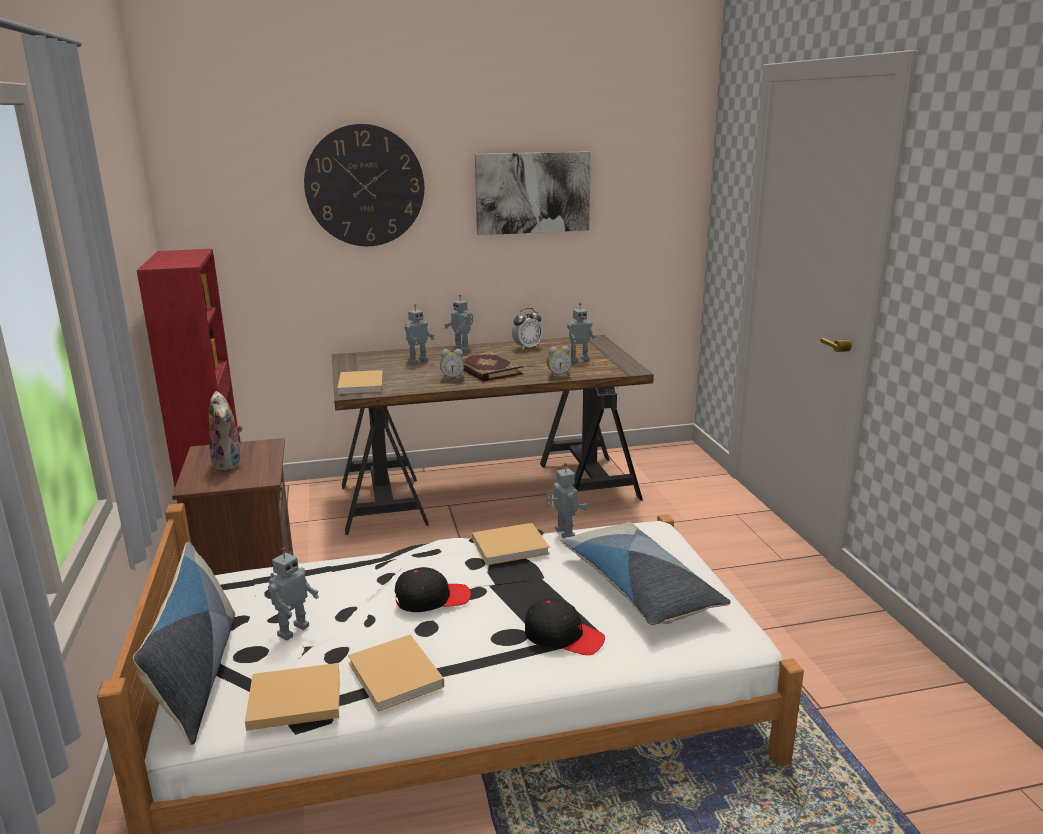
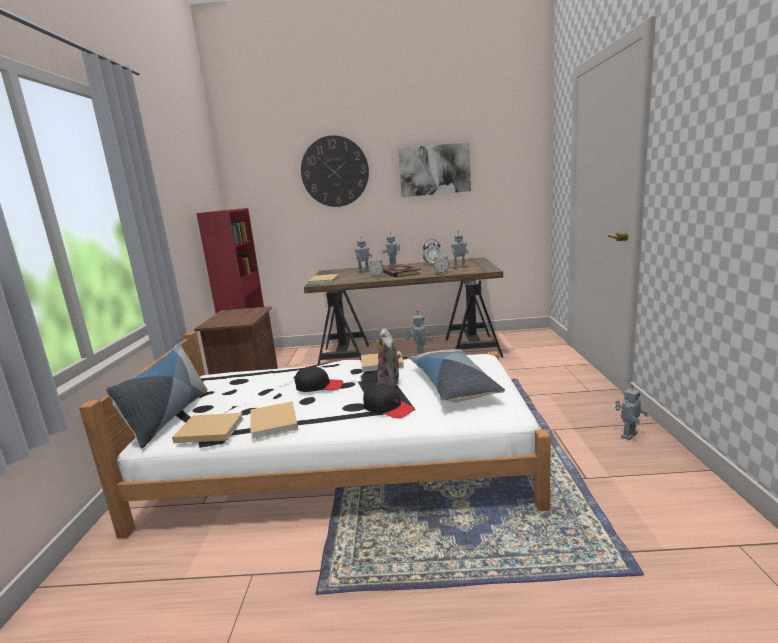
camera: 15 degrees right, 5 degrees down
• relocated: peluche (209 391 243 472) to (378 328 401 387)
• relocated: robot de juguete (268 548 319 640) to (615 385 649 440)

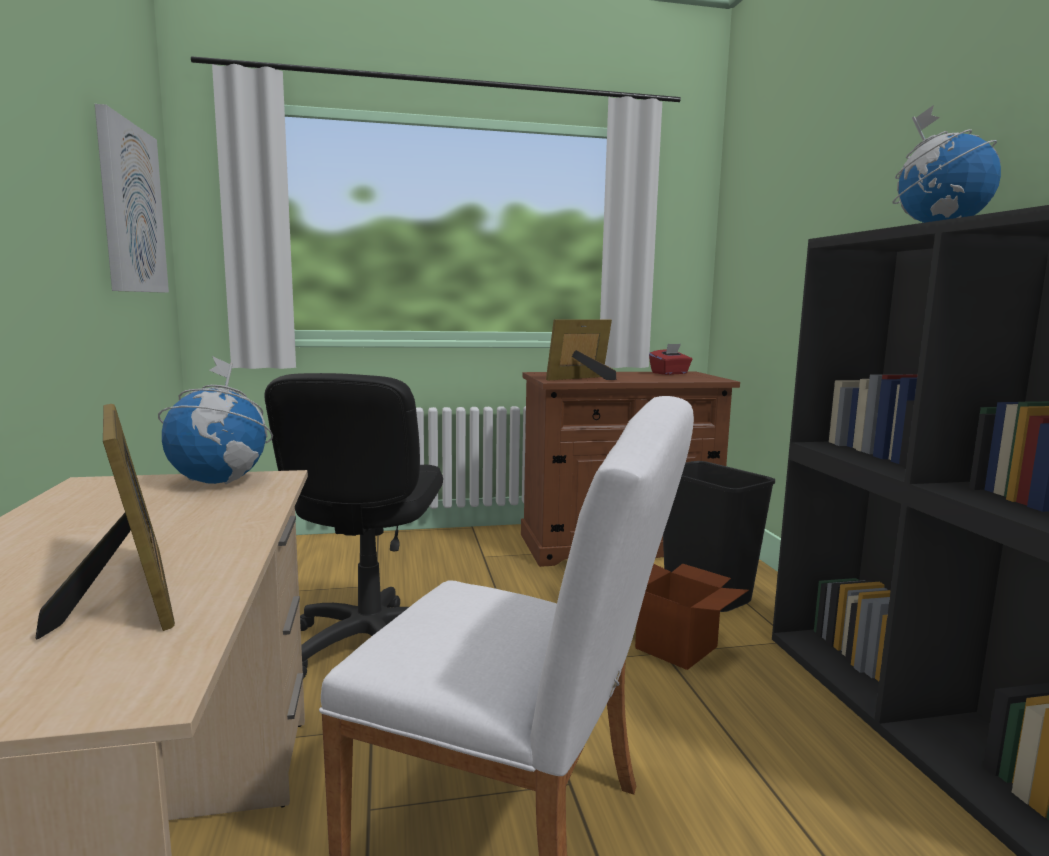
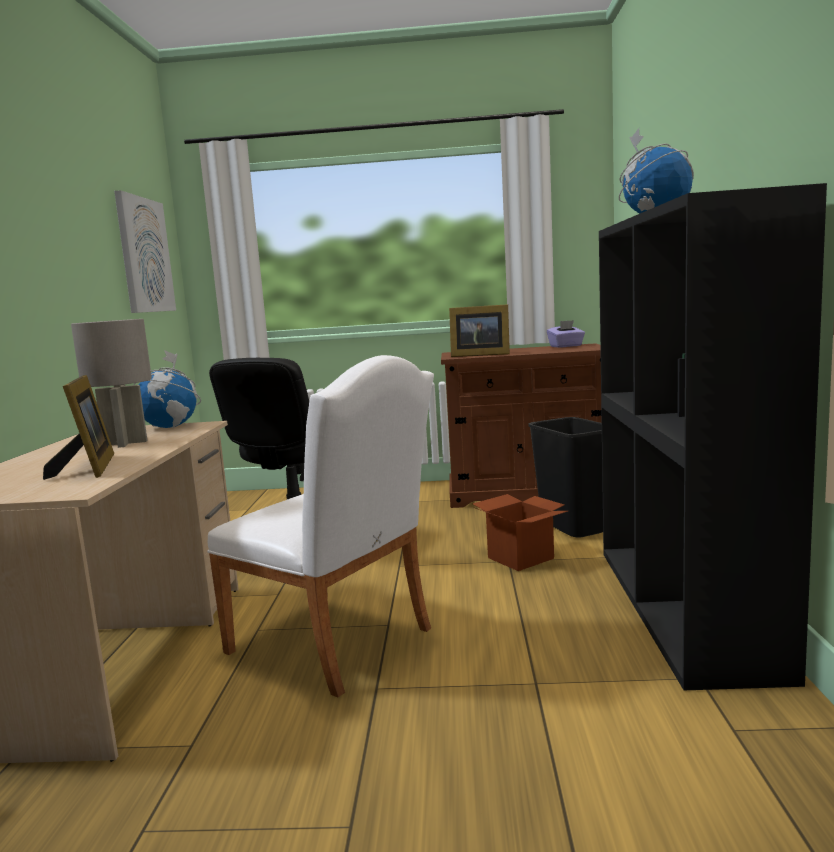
camera: 15 degrees right, 0 degrees up
• appeared: lámpara de mesa [gris] (71 319 152 448)
• colour: caja de pañuelos [rojo] (649 344 692 375) to caja de pañuelos [morado] (547 320 585 348)
• spun: portarretratos (546 319 616 381) = (449 304 510 357) 150 degrees counterclockwise

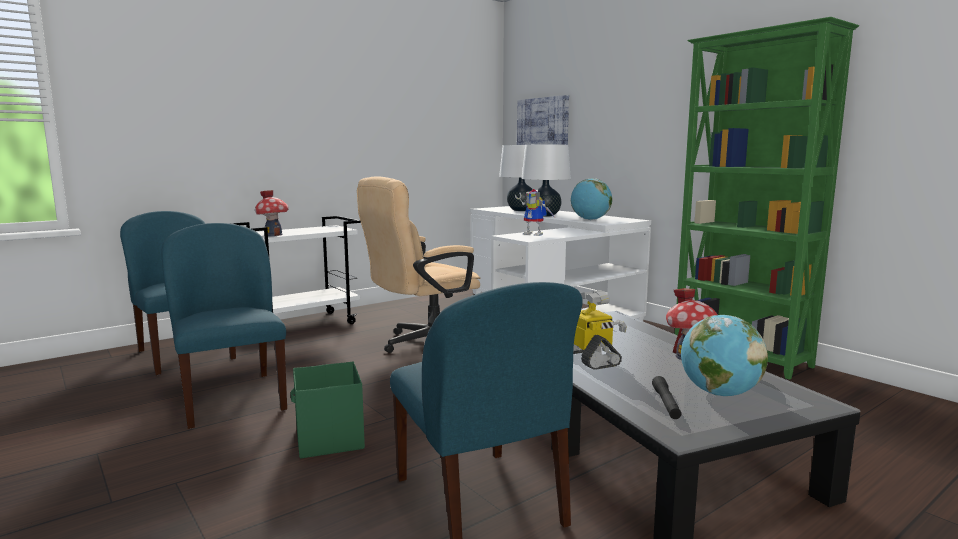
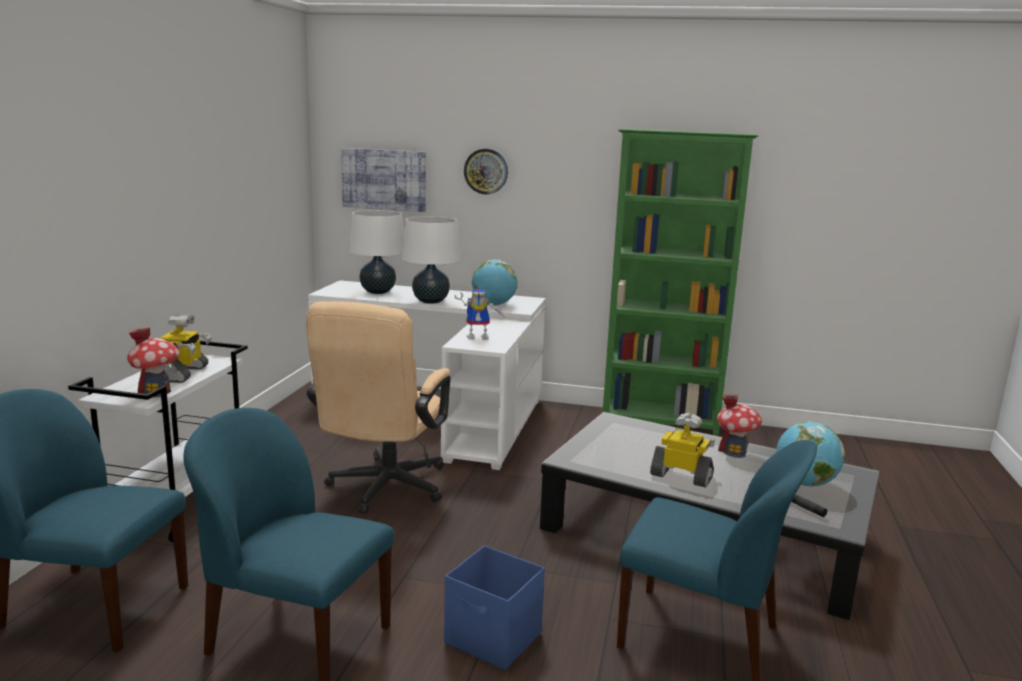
camera: 40 degrees left, 5 degrees up
• appeared: robot de juguete (160 314 211 383)
• appeared: reloj de pared (464 149 508 195)
• colour: caja de almacenaje [verde] (291 362 365 458) to caja de almacenaje [azul] (444 546 545 670)

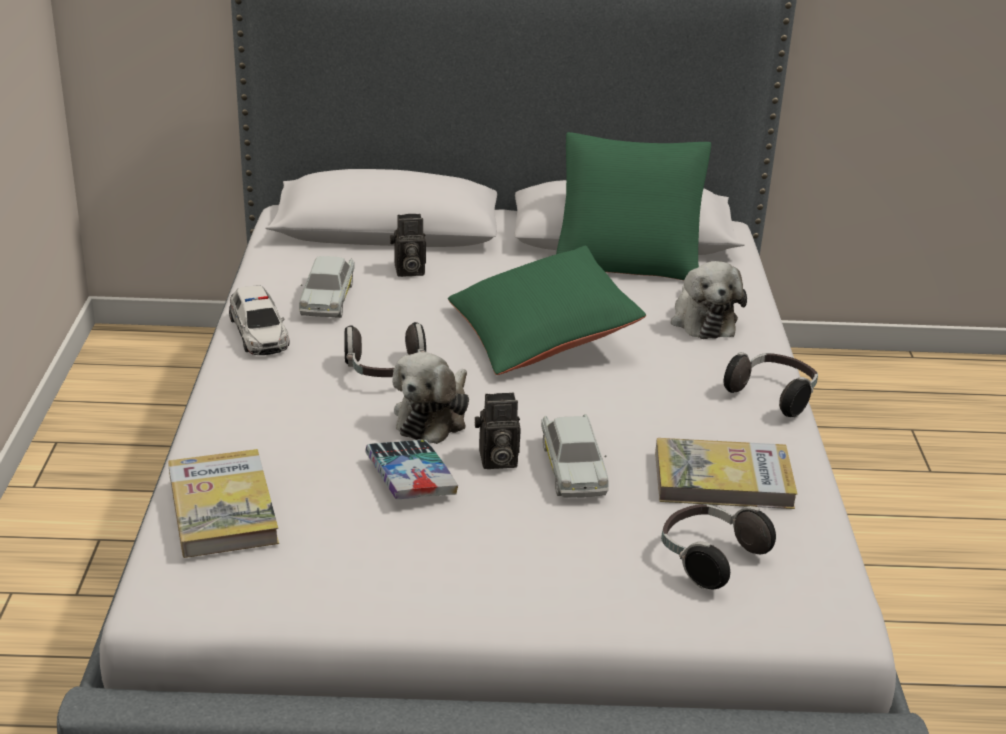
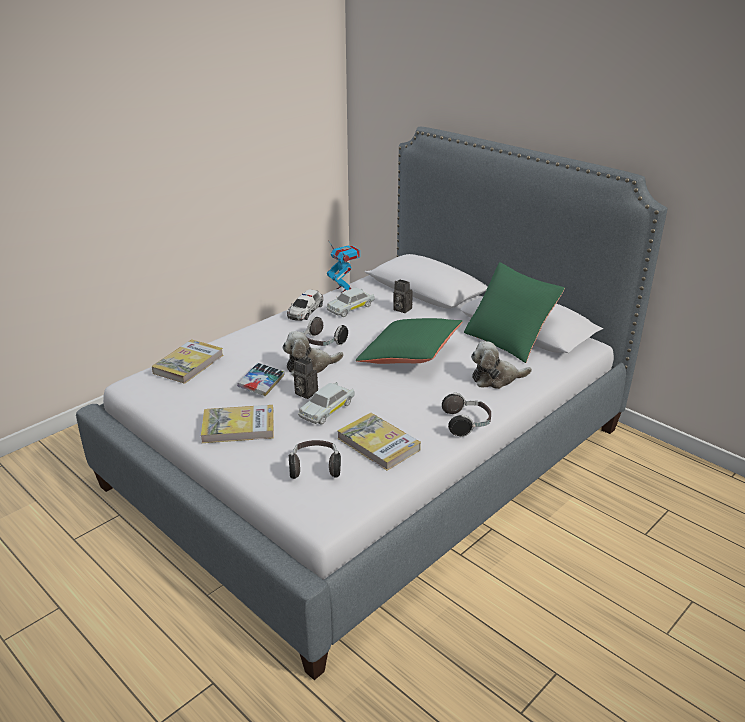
camera: 45 degrees right, 0 degrees up
• appeared: libro (201 405 274 443)
• appeared: robot de juguete (327 242 360 293)
• spun: peluche (671 261 747 339) = (471 341 532 389) 45 degrees clockwise

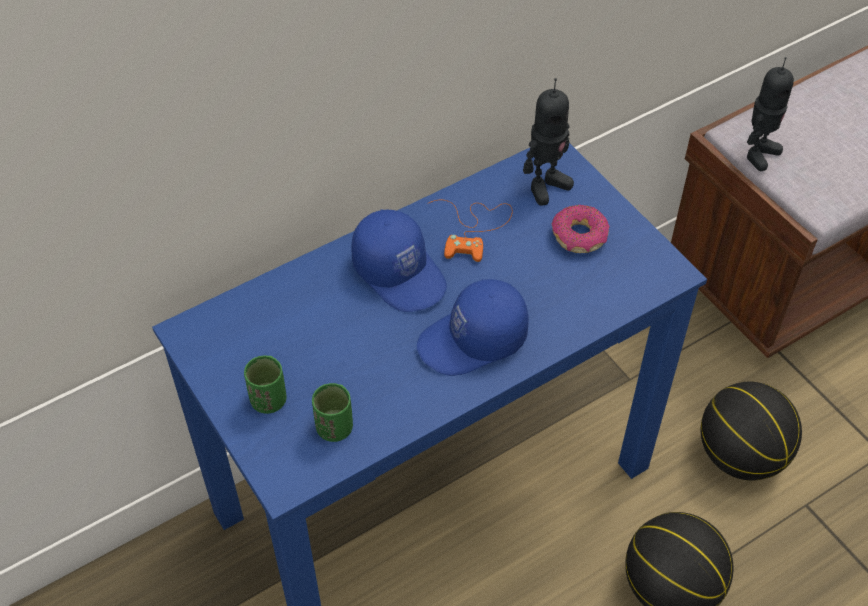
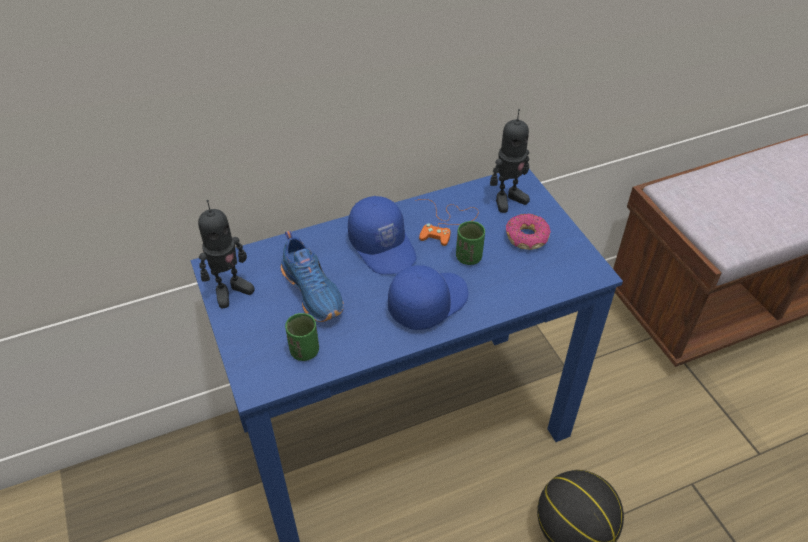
camera: 10 degrees right, 5 degrees down
• missing: balón de baloncesto (701 381 802 481)
• appeared: zapato [azul] (281 231 344 322)
• relocated: taza [verde] (244 355 287 414) to (456 221 485 265)
• relocated: robot de juguete (747 57 794 171) to (198 200 255 308)
• spun: gorra [azul] (417 279 528 376) = (388 265 469 330) 150 degrees clockwise

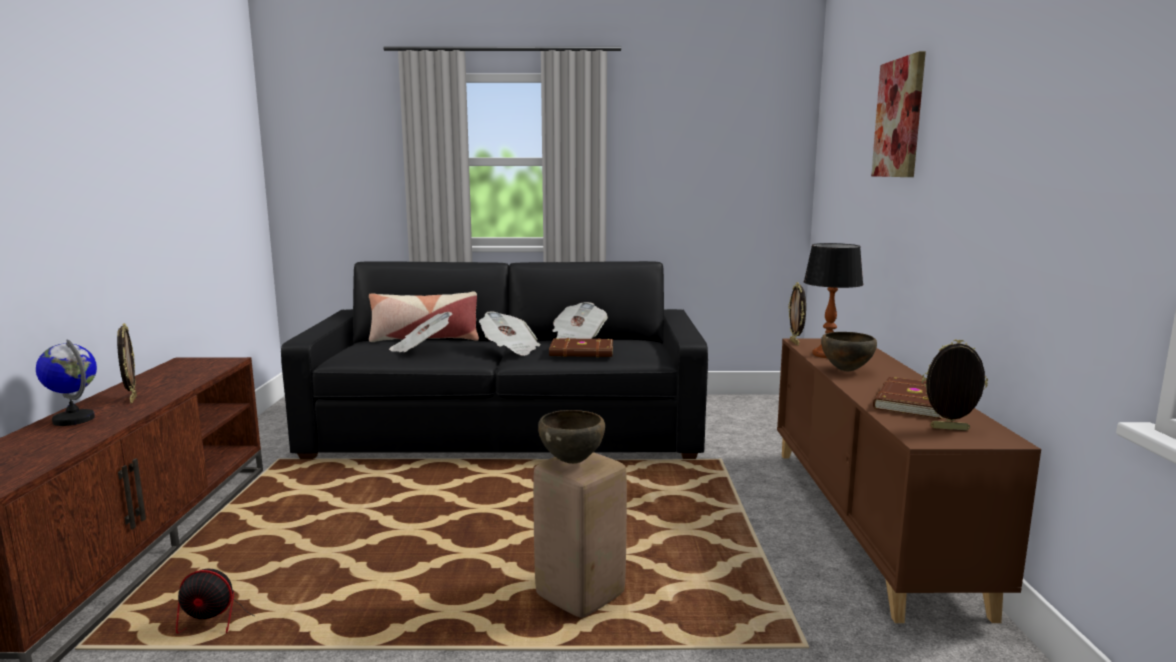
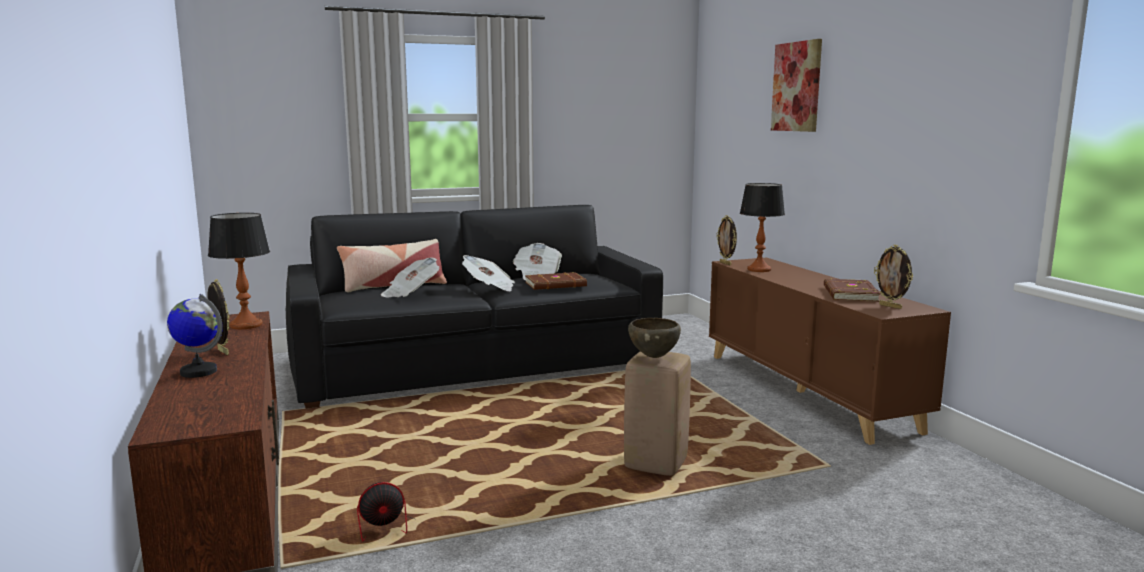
camera: 20 degrees left, 0 degrees up
• missing: cuenco [marrón] (821 332 877 371)
• appeared: lámpara de mesa (208 213 270 329)
• spun: portarretratos (922 340 988 431) = (874 245 913 309) 120 degrees counterclockwise

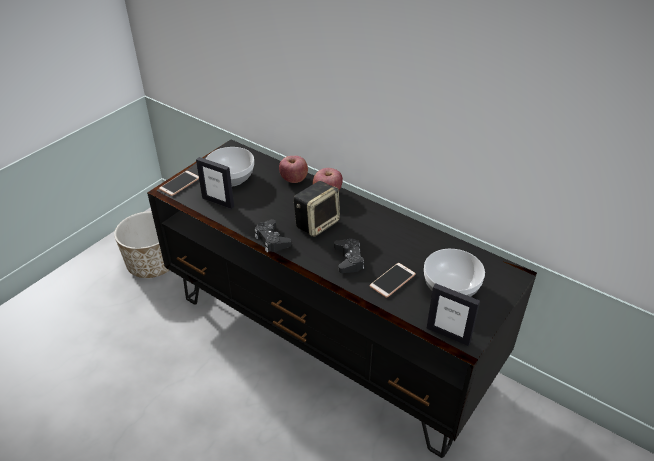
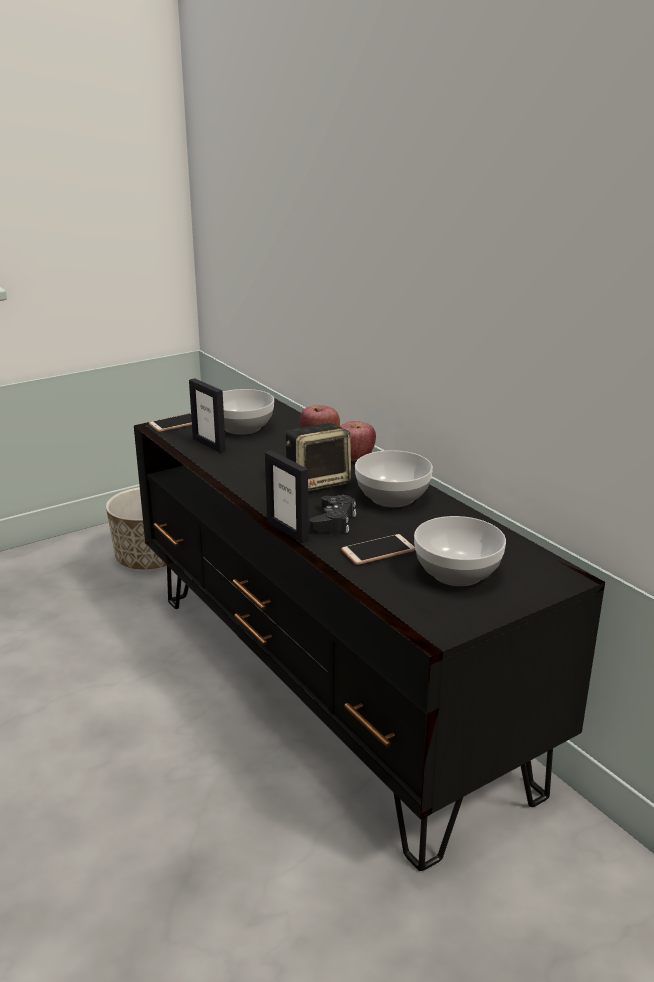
camera: 20 degrees right, 15 degrees down
• missing: mando de consola [negro] (255 219 291 252)
• appeared: cuenco (355 450 433 507)
• relocated: portarretratos (426 283 480 346) to (265 450 309 543)

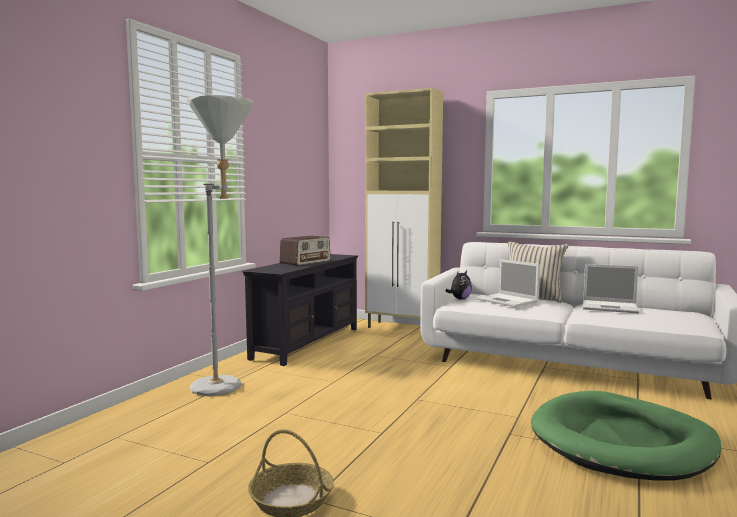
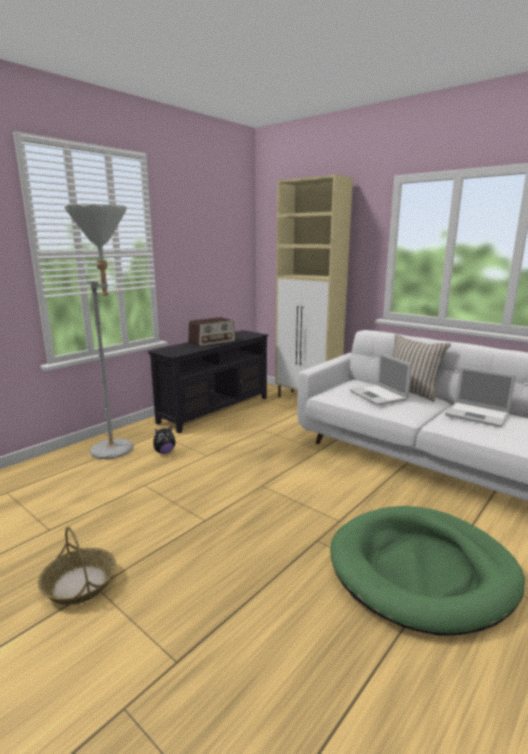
camera: 15 degrees right, 10 degrees up
• relocated: peluche (445 271 472 299) to (153 426 175 454)

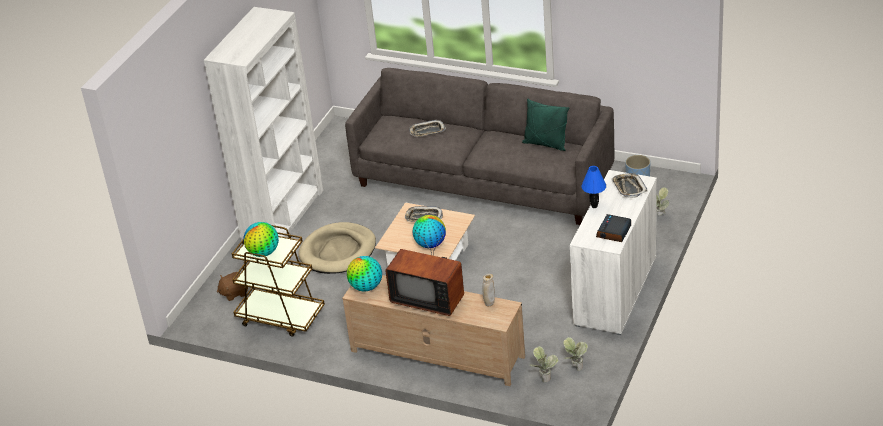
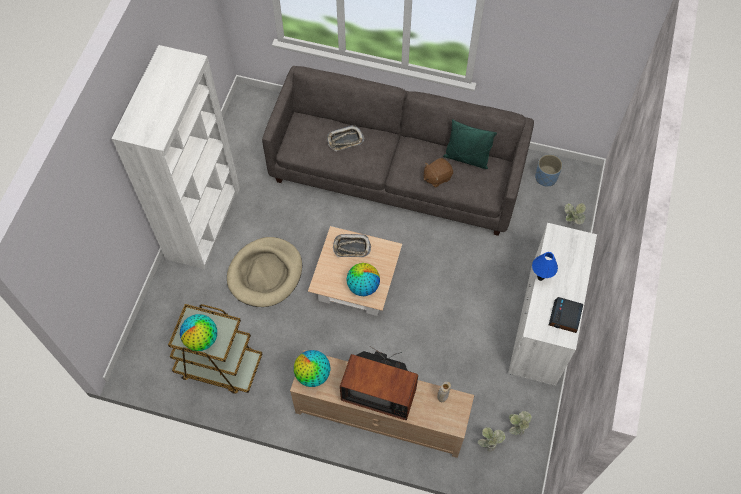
camera: 10 degrees left, 25 degrees up
• missing: bandeja (611 173 648 198)
• relocated: peluche [marrón] (217 272 248 301) to (424 158 453 188)

